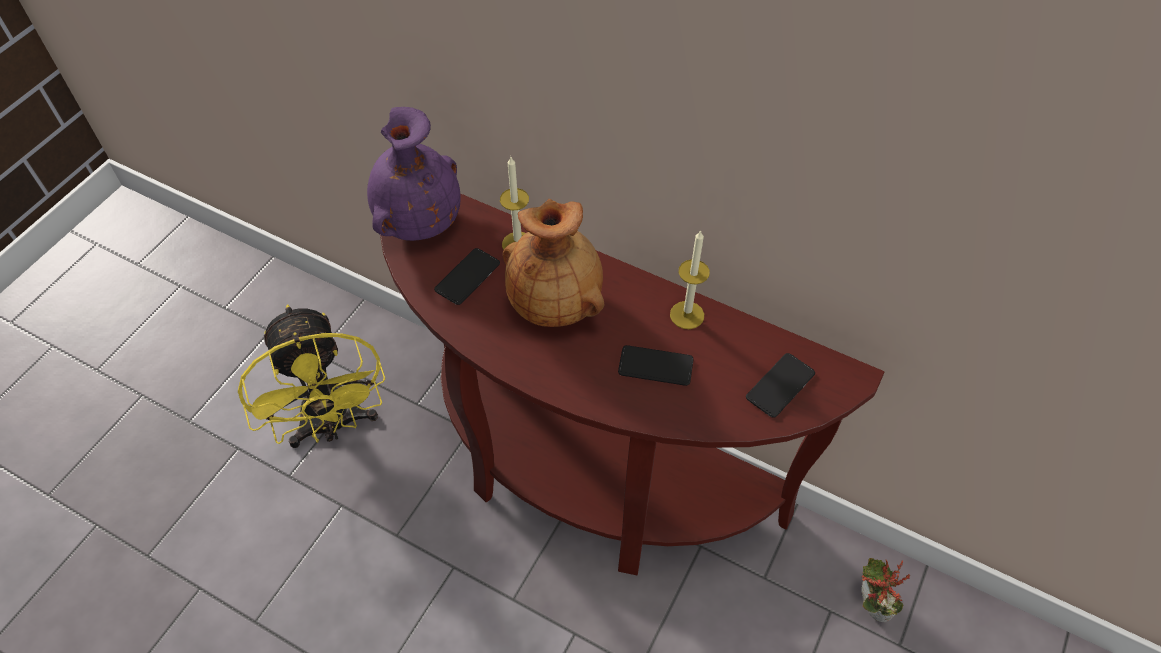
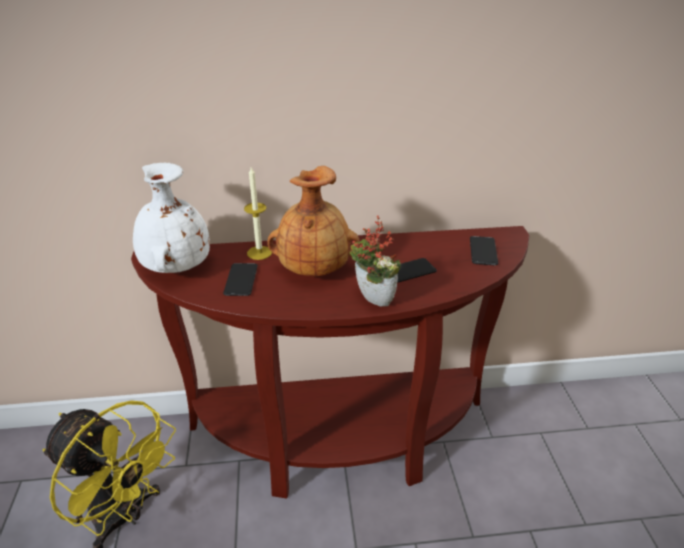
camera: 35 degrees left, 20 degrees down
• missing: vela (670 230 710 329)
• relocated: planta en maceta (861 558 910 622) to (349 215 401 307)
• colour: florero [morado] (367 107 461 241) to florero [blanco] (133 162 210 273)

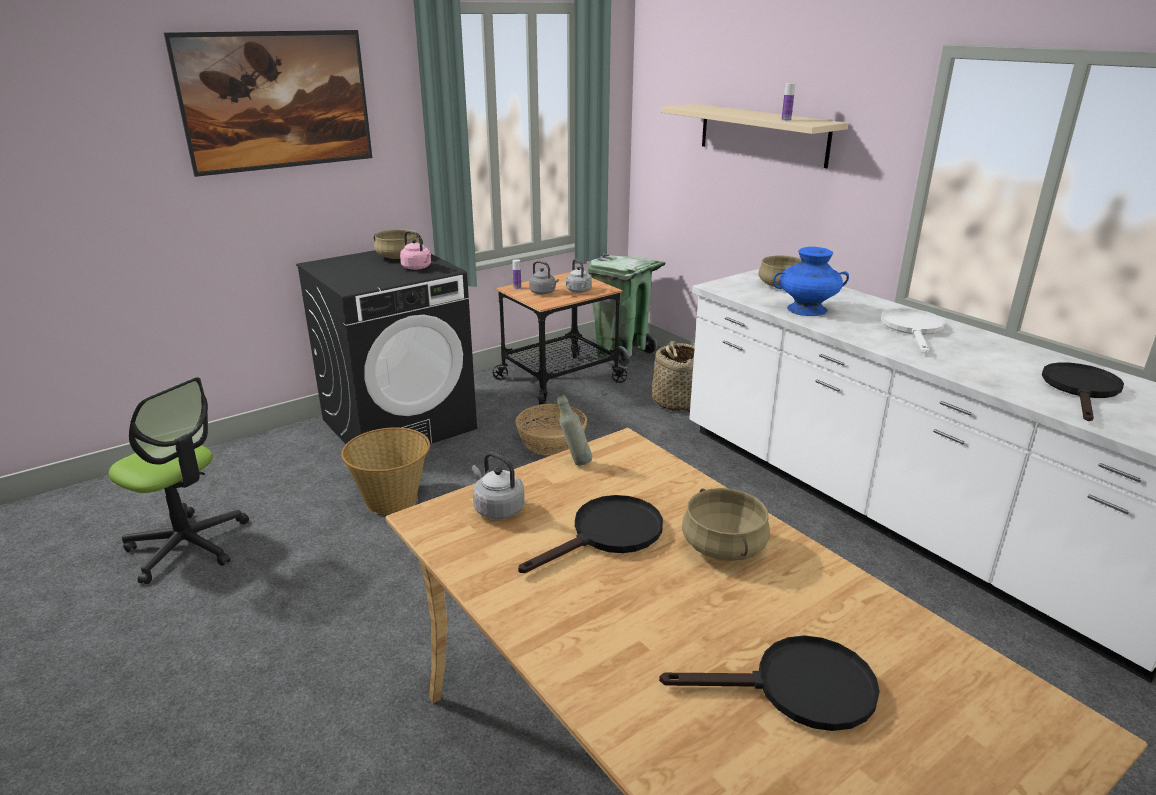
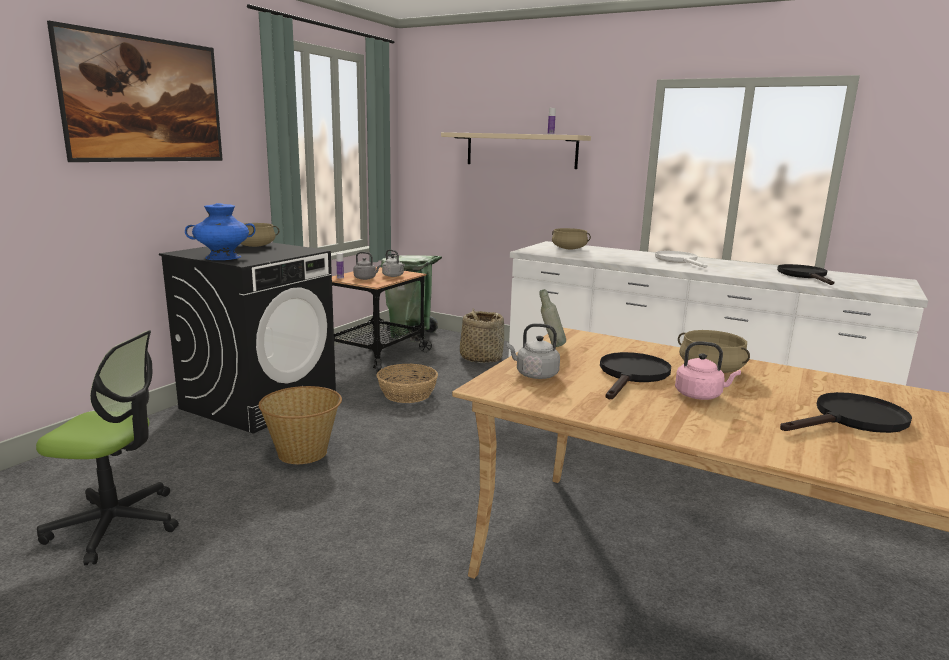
camera: 25 degrees left, 10 degrees down
• relocated: hervidor [rosa] (400 231 431 270) to (675 341 741 400)
• relocated: florero [azul] (773 247 849 316) to (185 203 255 260)

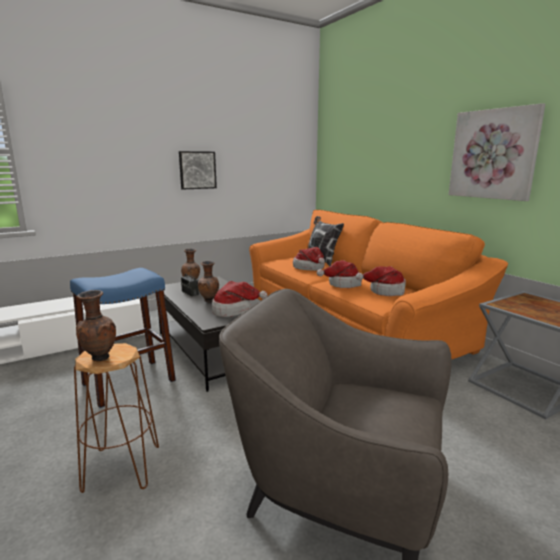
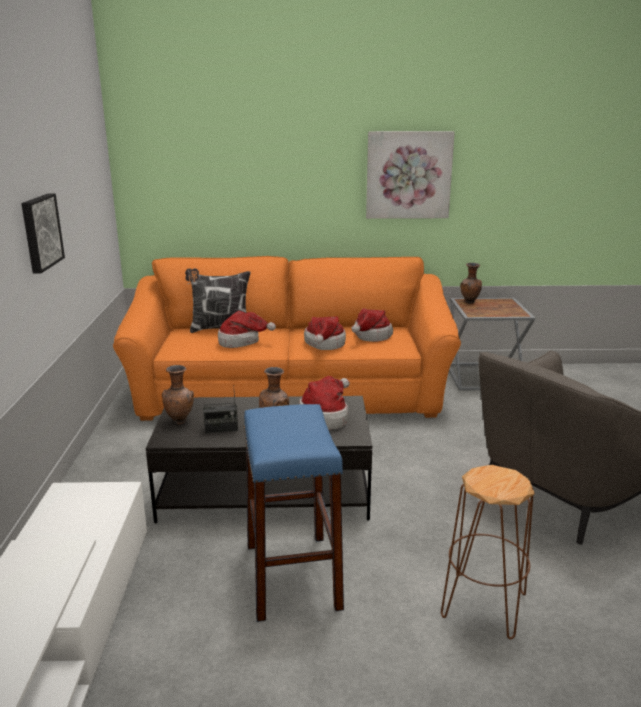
camera: 60 degrees left, 5 degrees up
• relocated: florero [marrón] (76 290 116 361) to (460 263 482 304)

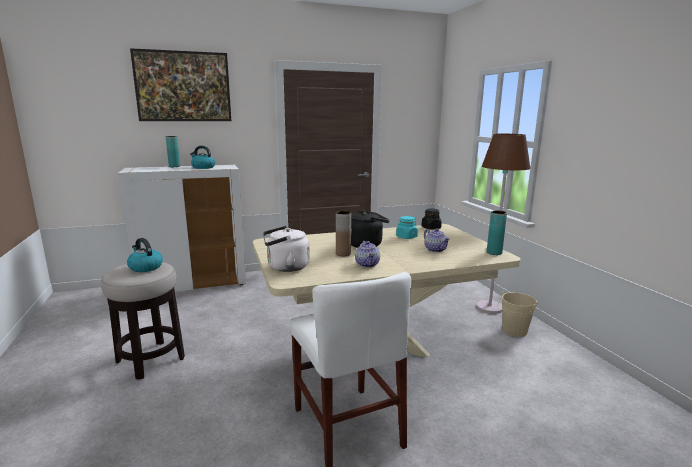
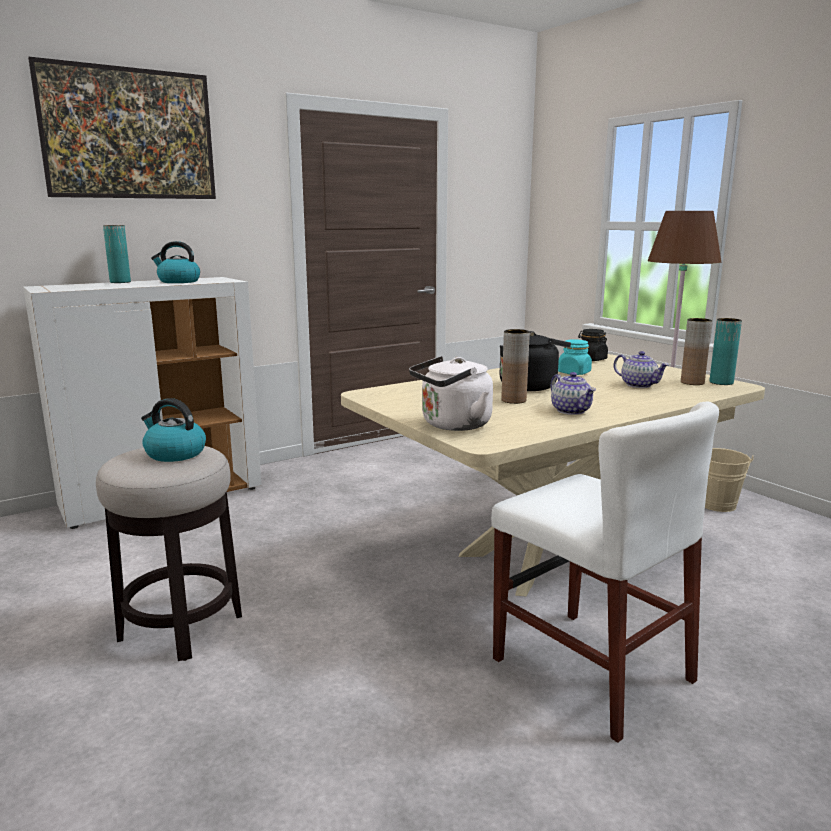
camera: 15 degrees left, 0 degrees up
• appeared: florero [marrón] (681 318 712 385)

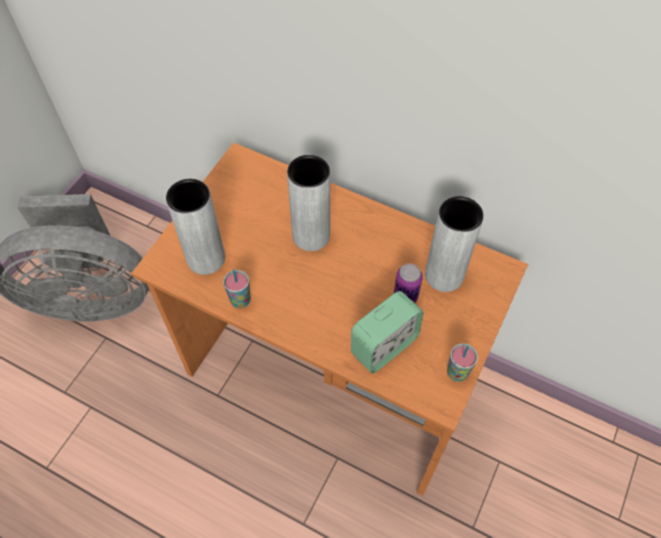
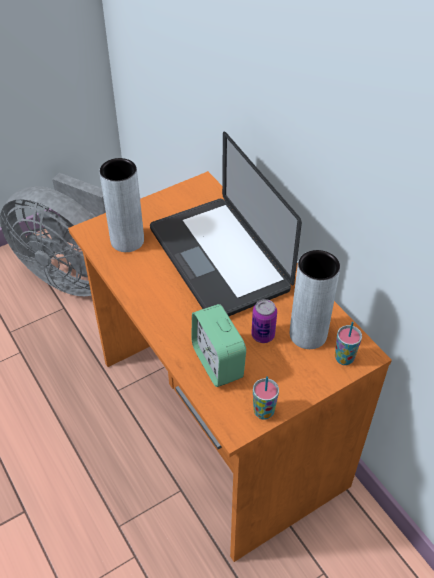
camera: 30 degrees right, 10 degrees down
• relocated: taza (223 269 251 308) to (335 322 362 365)
• exchanged: florero [gris] (287 155 330 251) to portátil (150 132 302 316)
• spun: despertador (351 291 424 373) = (191 304 246 387) 75 degrees clockwise

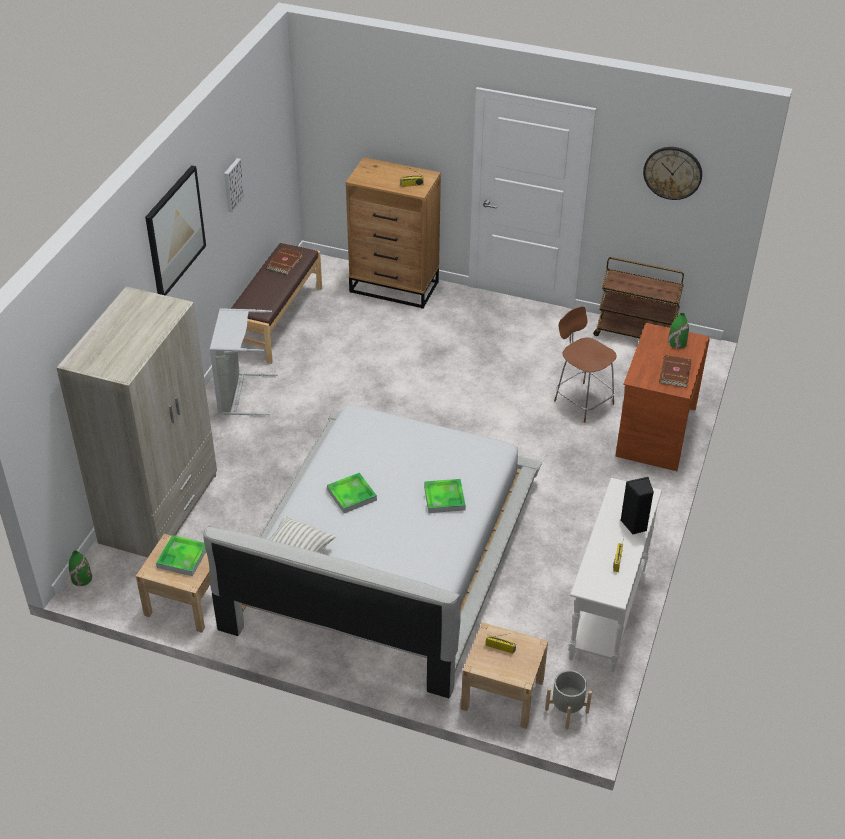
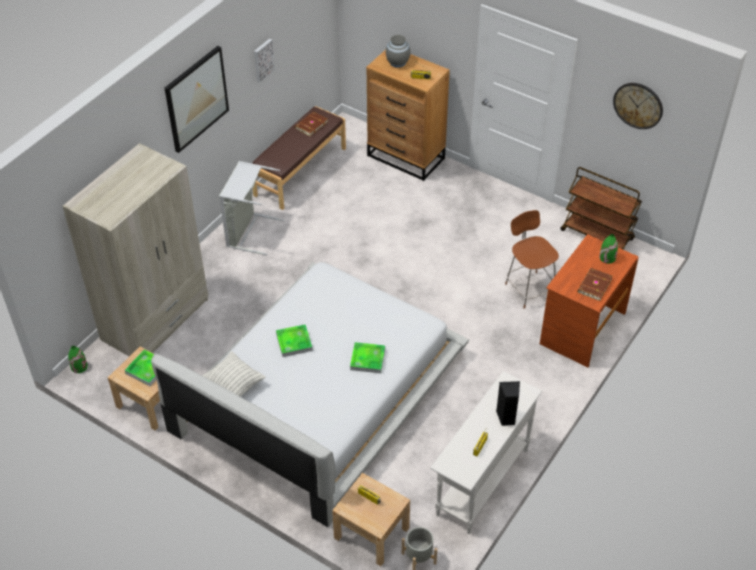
camera: 15 degrees right, 5 degrees up
• appeared: florero [gris] (386 35 411 67)

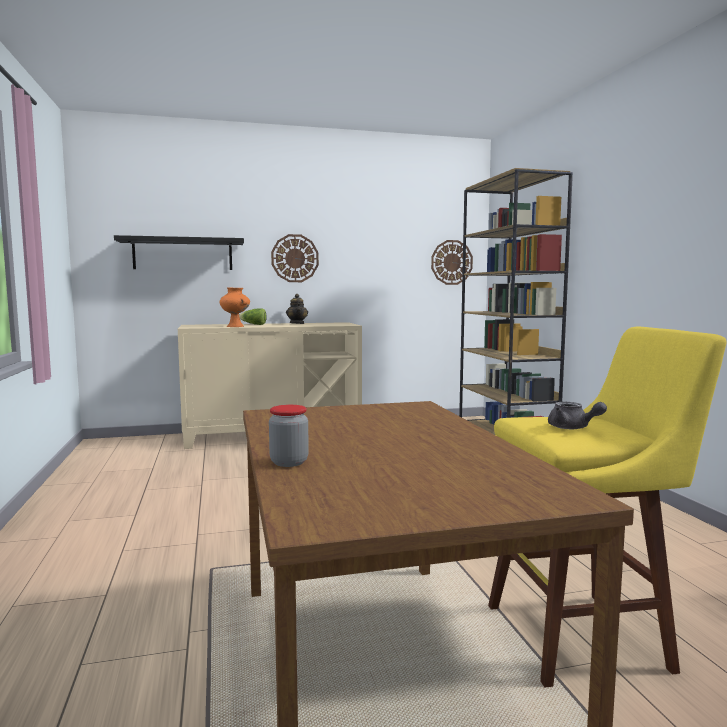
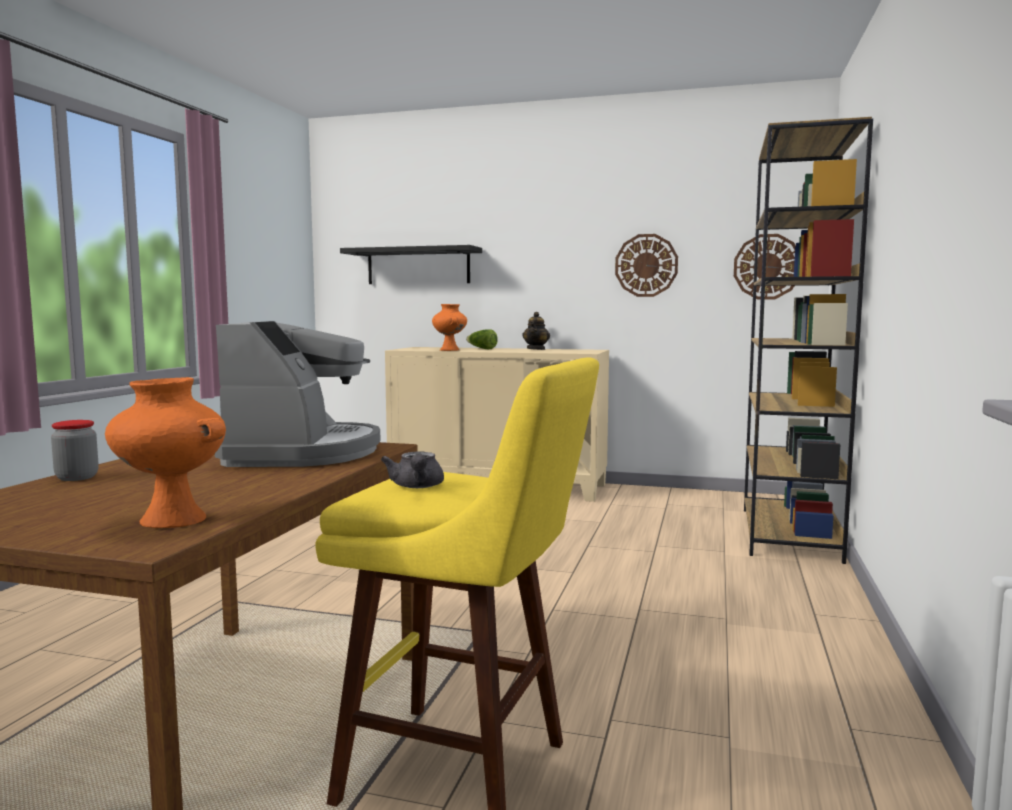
camera: 30 degrees right, 0 degrees up
• appeared: florero [naranja] (105 377 226 528)
• appeared: cafetera (215 321 381 467)
• relocated: reloj de pared (271 234 319 282) to (615 234 678 297)

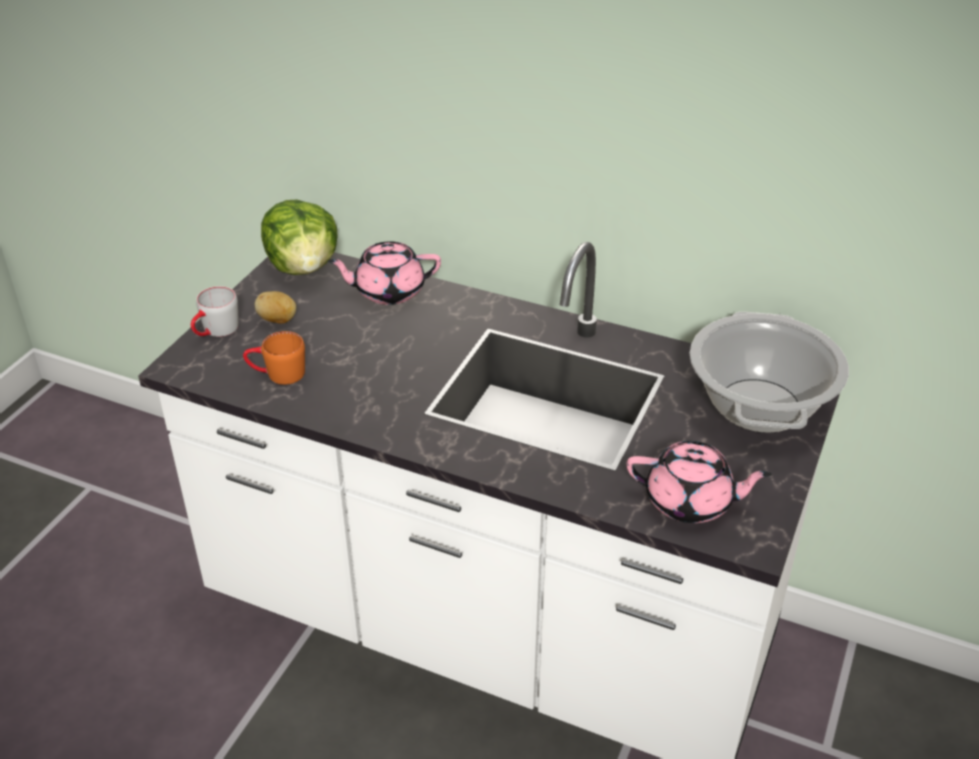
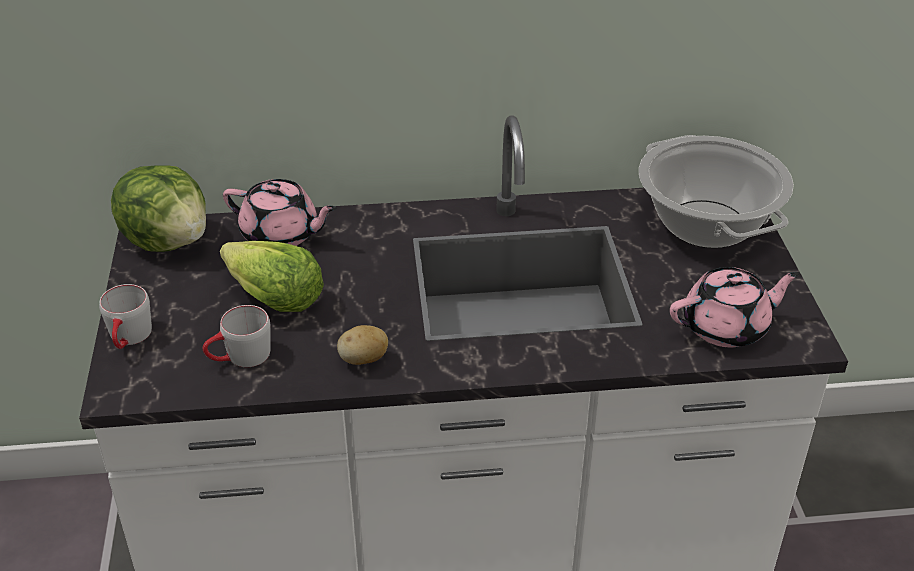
camera: 30 degrees left, 0 degrees up
• appeared: lechuga (220 241 324 312)
• relocated: patata (255 291 296 324) to (337 325 388 365)
• colour: taza grande [naranja] (243 331 305 385) to taza grande [gris] (203 305 270 367)
• spun: tetera [rosa] (327 241 441 305) = (223 179 337 246) 120 degrees counterclockwise

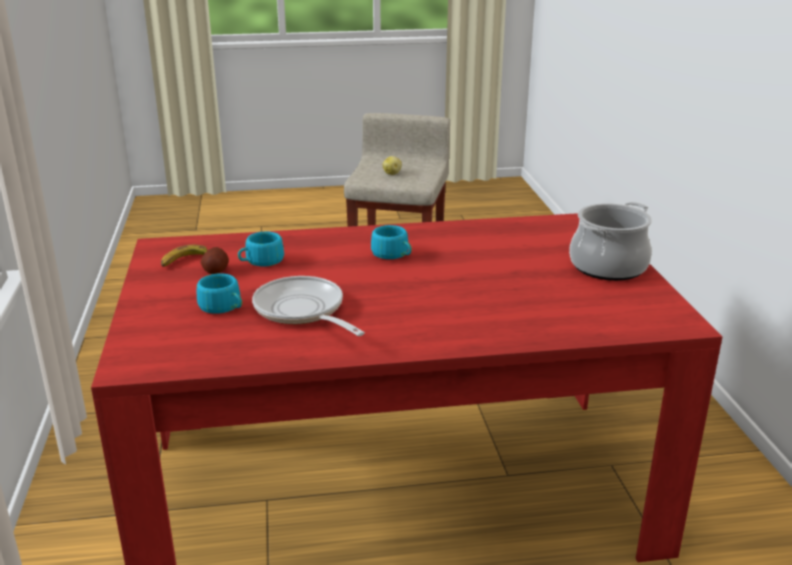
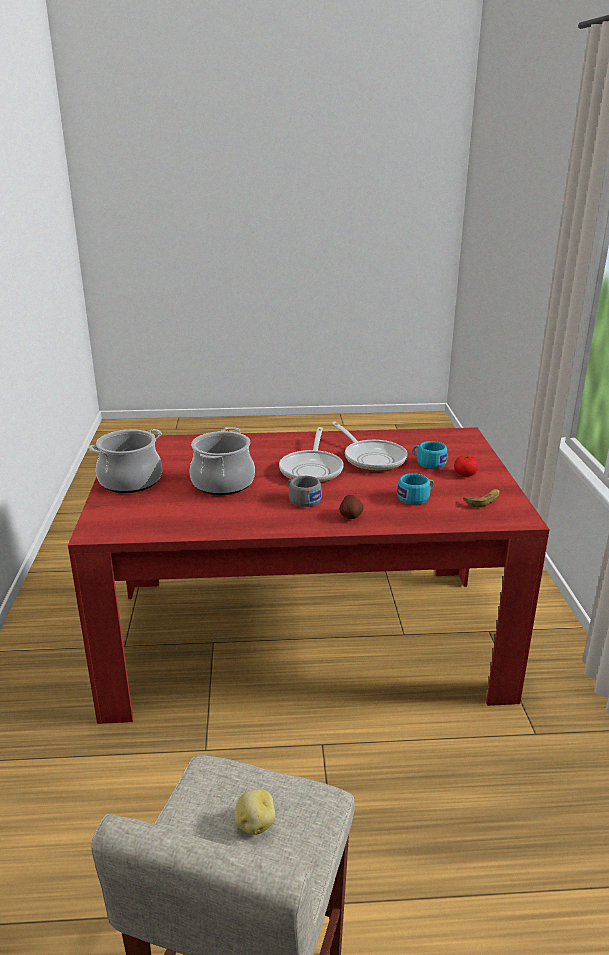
camera: 175 degrees left, 0 degrees up
• appeared: olla (189 427 255 495)
• appeared: sartén (279 427 344 483)
• appeared: tomate (454 455 478 476)
• relocated: patata (200 247 229 274) to (340 495 364 519)
• colour: taza [turquesa] (371 225 412 259) to taza [gris] (288 476 322 507)

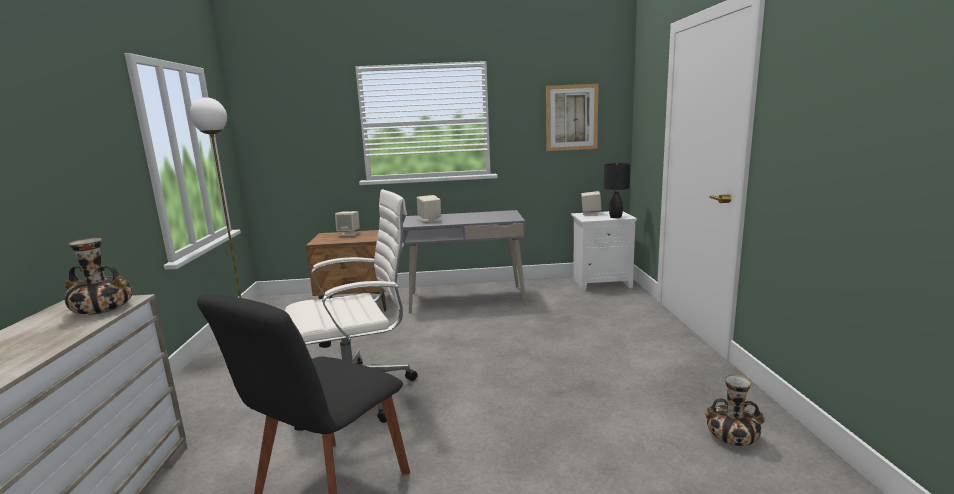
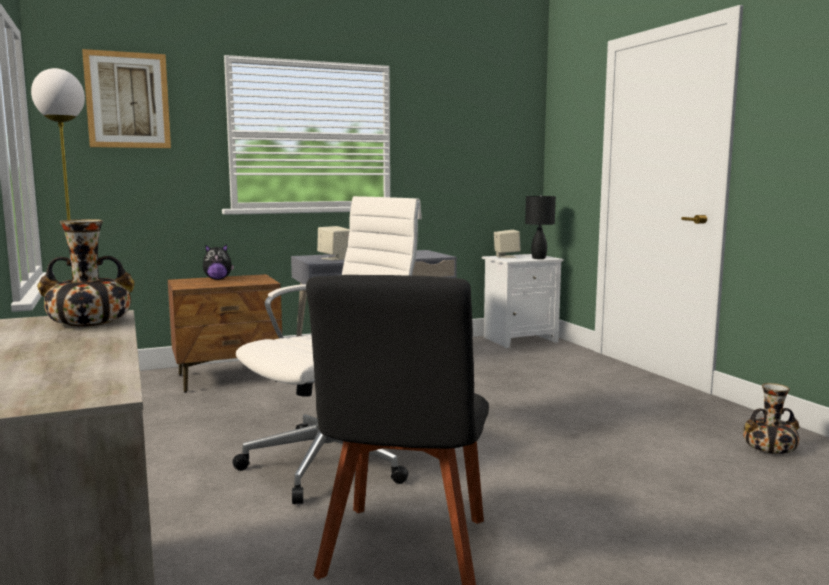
camera: 20 degrees left, 5 degrees down
• relocated: cuadro (546 84 598 151) to (82 49 171 148)
• exchanged: altavoz [beis] (335 211 360 236) to peluche (203 244 234 280)

